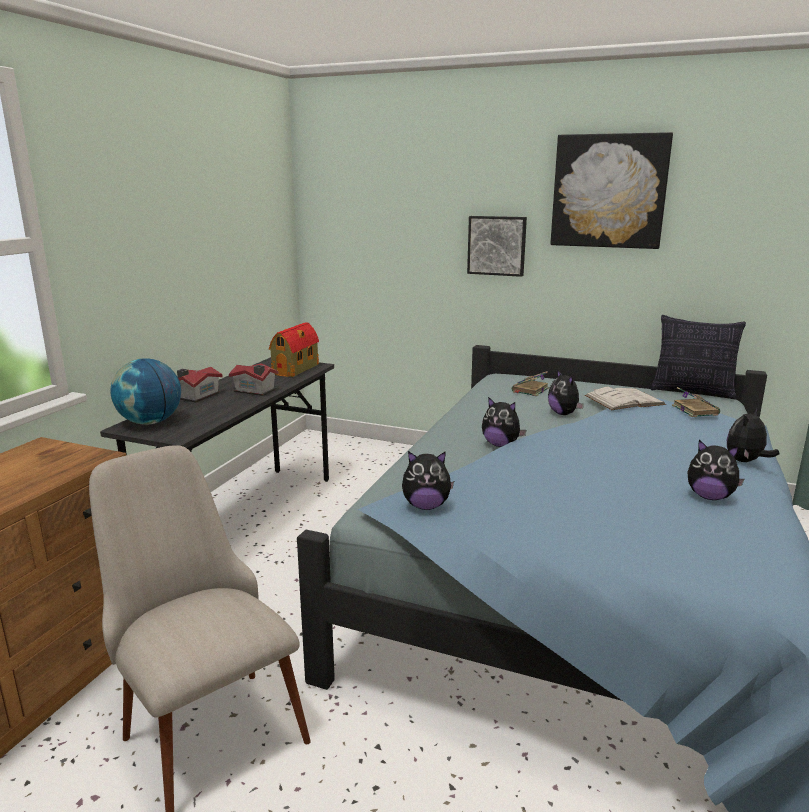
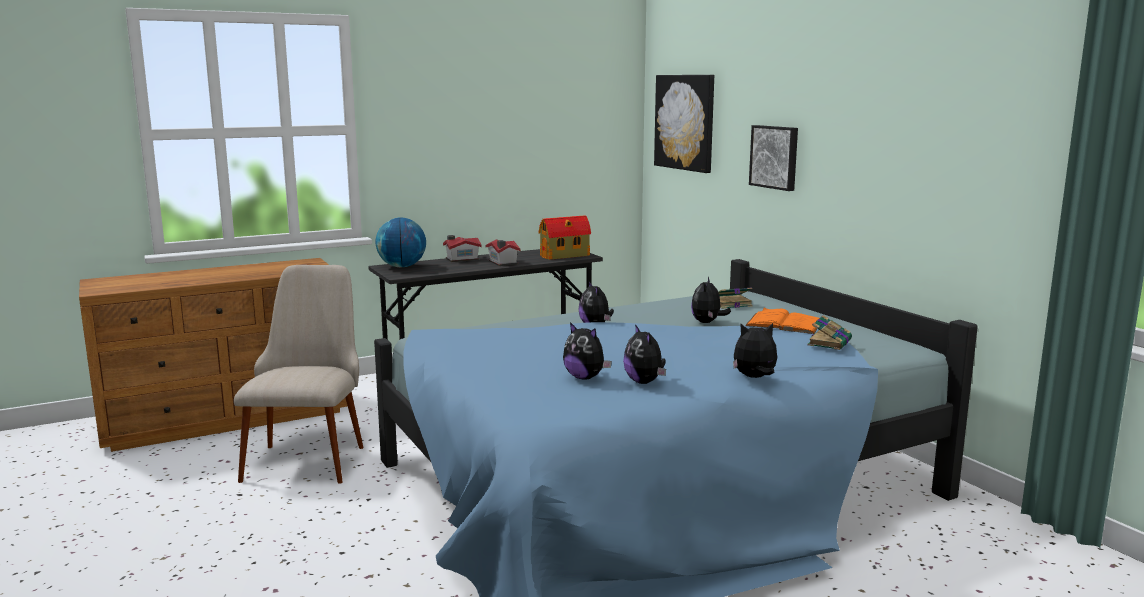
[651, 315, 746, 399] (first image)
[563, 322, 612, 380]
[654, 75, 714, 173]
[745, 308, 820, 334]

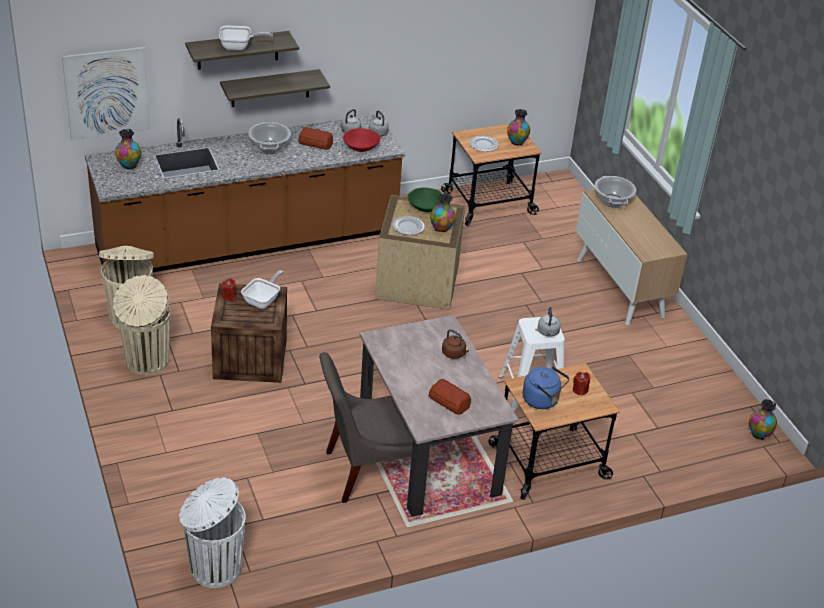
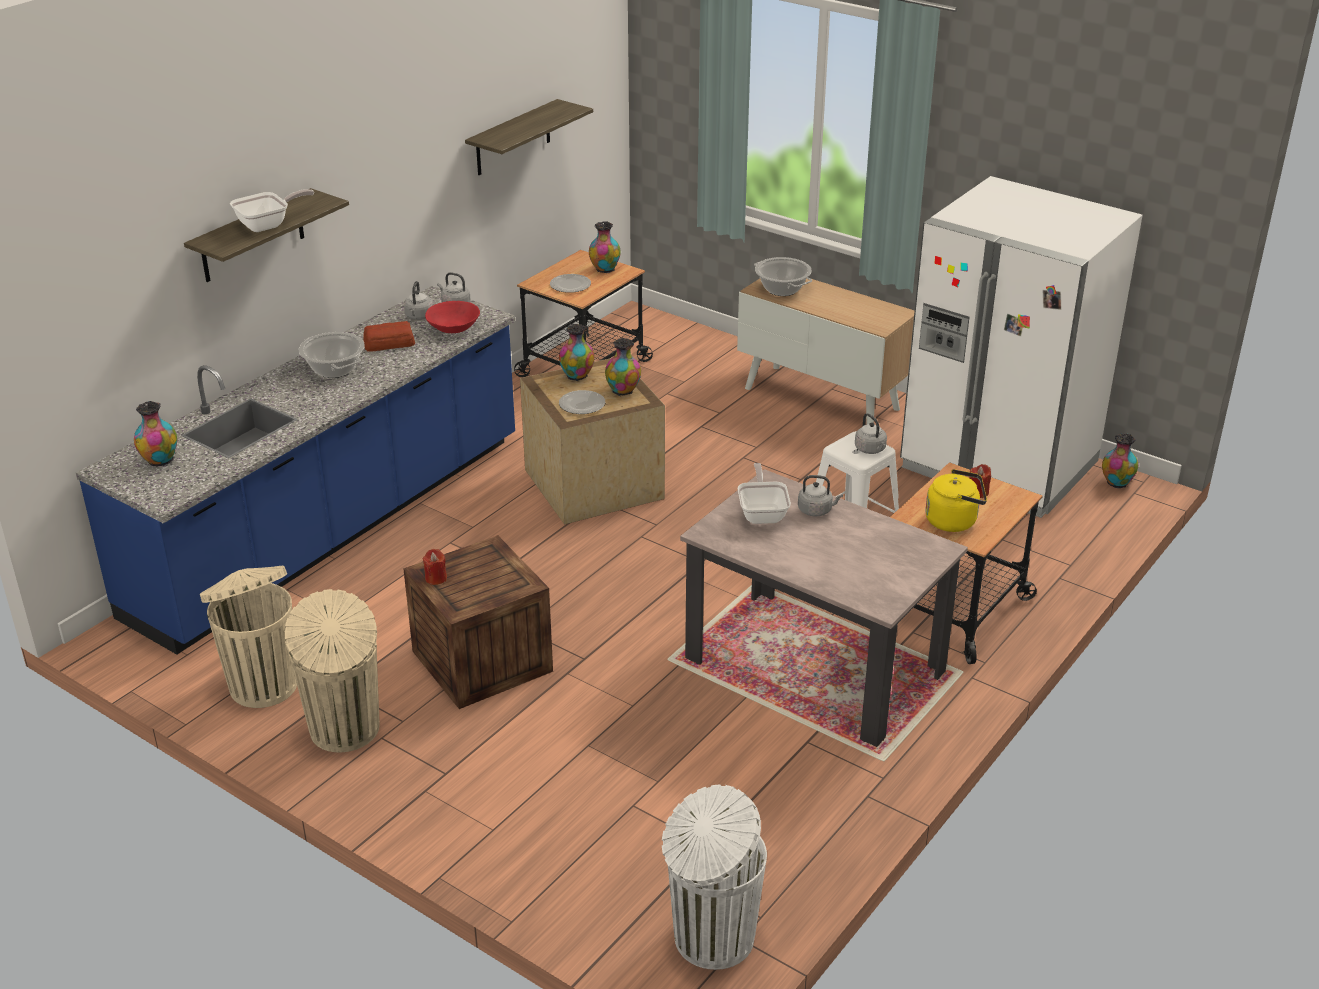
[62, 47, 151, 140] (first image)
[319, 352, 413, 503] (first image)
[429, 379, 471, 415] (first image)
[900, 176, 1143, 518]
[465, 99, 593, 175]
[738, 463, 791, 524]
[559, 324, 595, 381]
[76, 286, 515, 655]
[798, 475, 843, 516]
[925, 469, 987, 532]

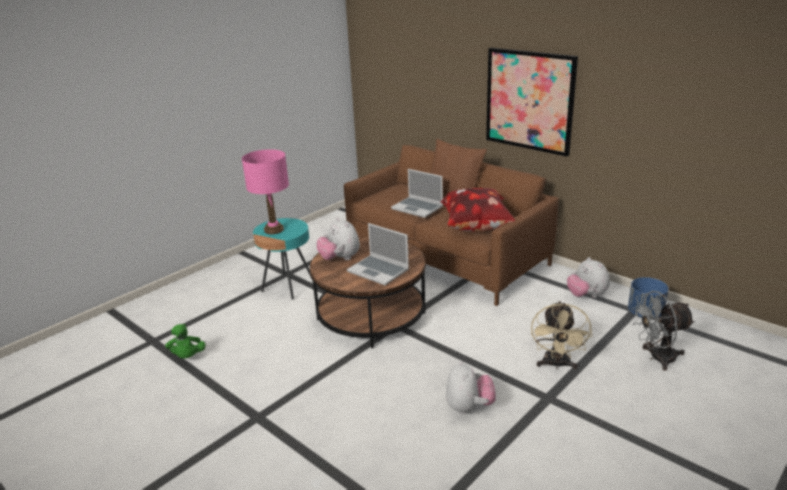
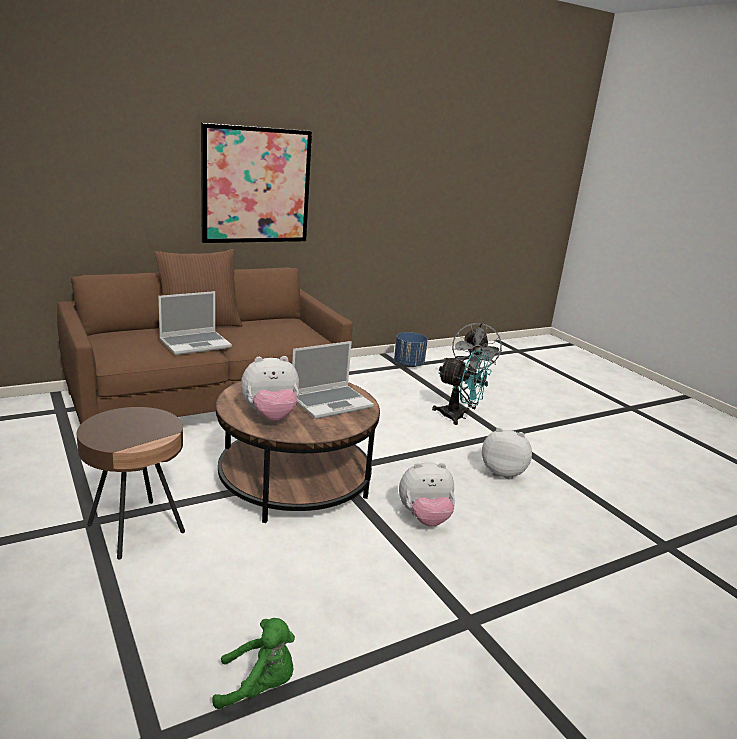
[242, 149, 289, 234] (first image)
[441, 188, 515, 231] (first image)
[399, 462, 455, 527]
[77, 407, 185, 559]
[432, 350, 492, 425]

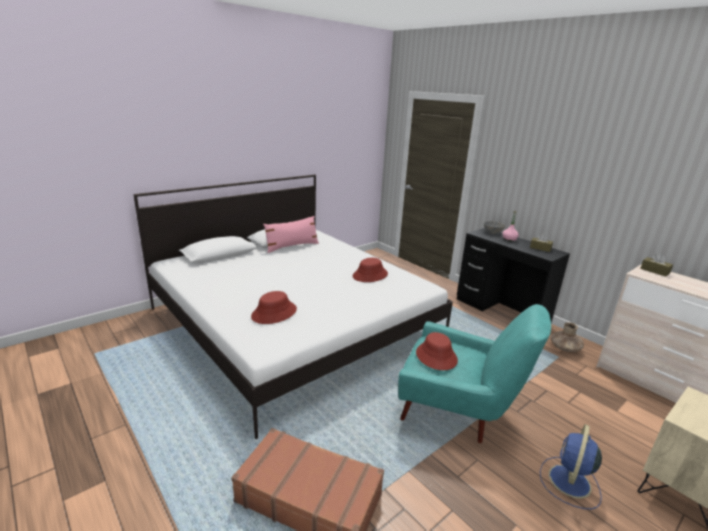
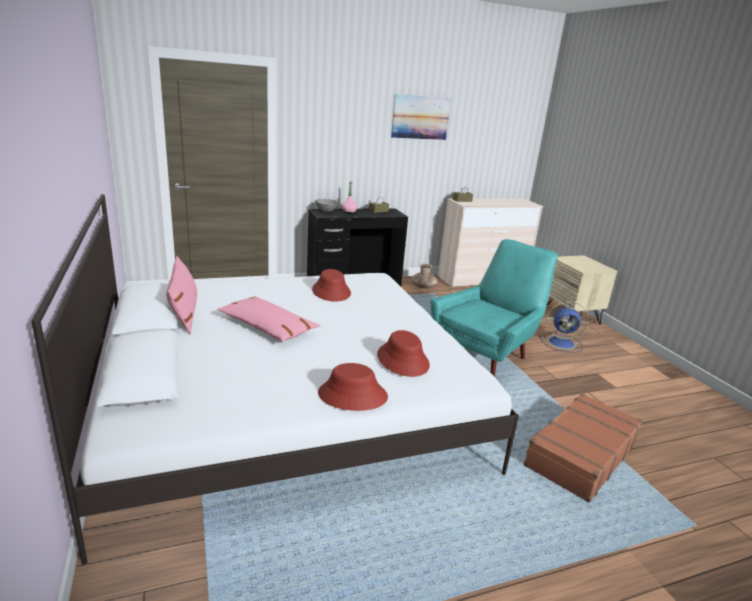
[218, 296, 321, 341]
[391, 94, 451, 140]
[318, 363, 388, 411]
[539, 301, 589, 353]

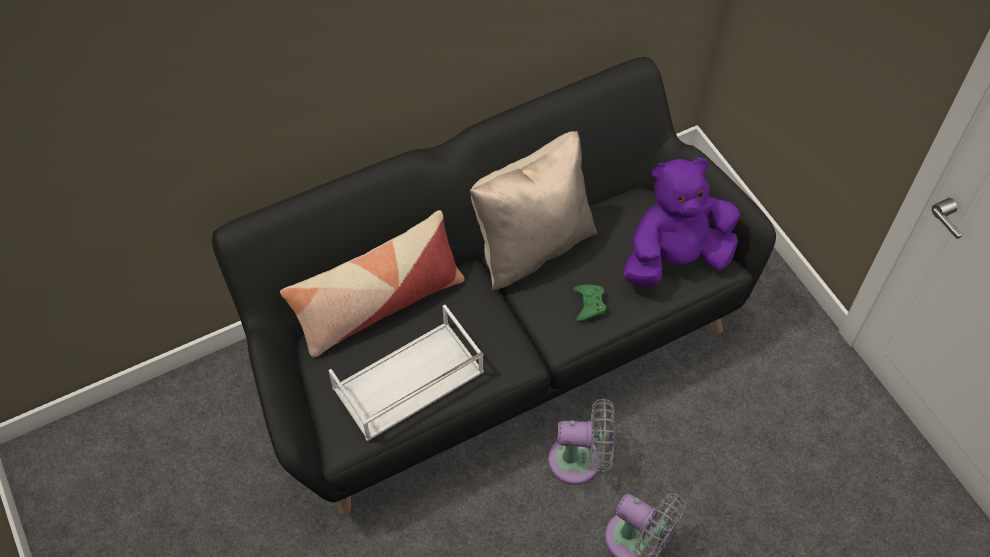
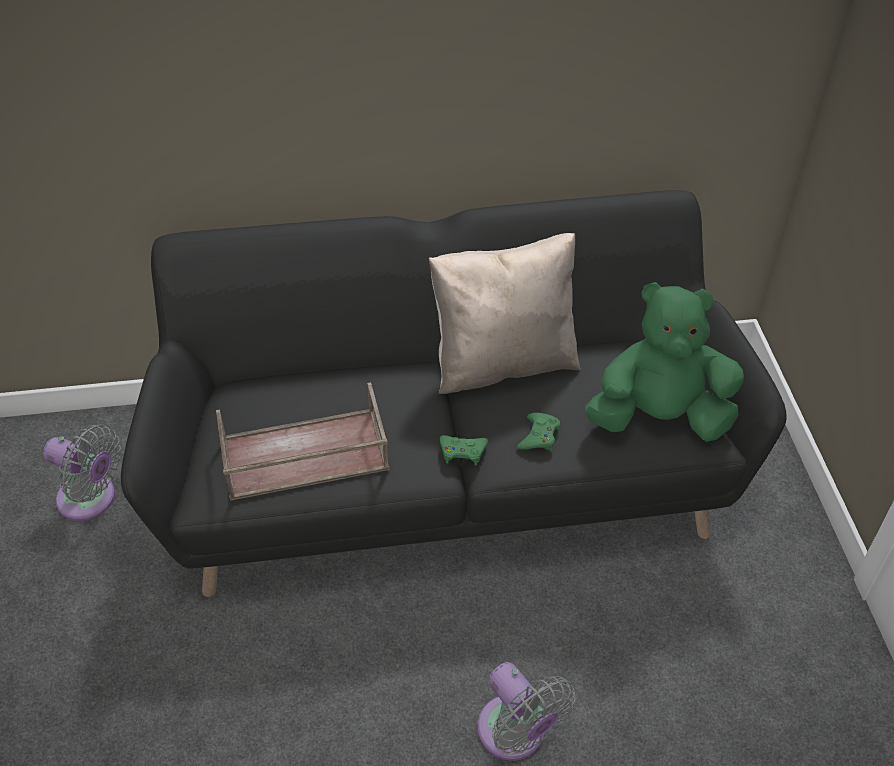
[280, 210, 465, 357] (first image)
[440, 435, 488, 465]
[43, 425, 121, 521]
[216, 382, 390, 501]
[585, 282, 744, 442]

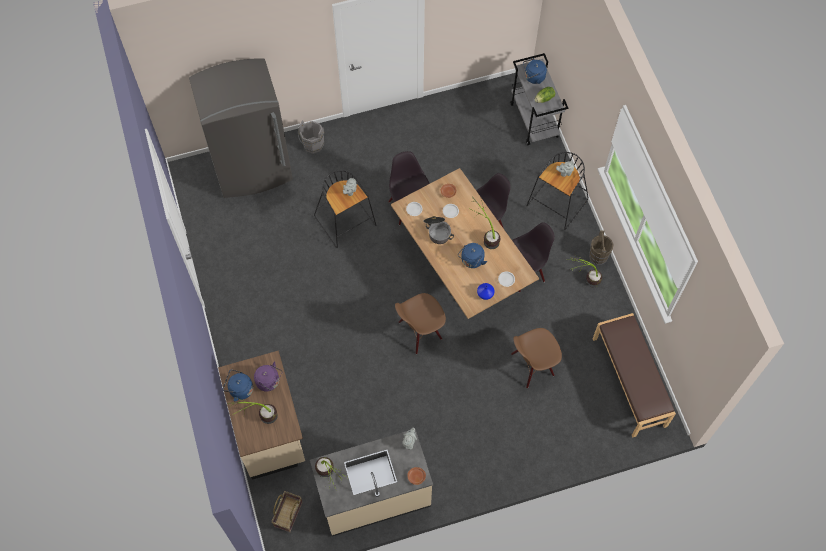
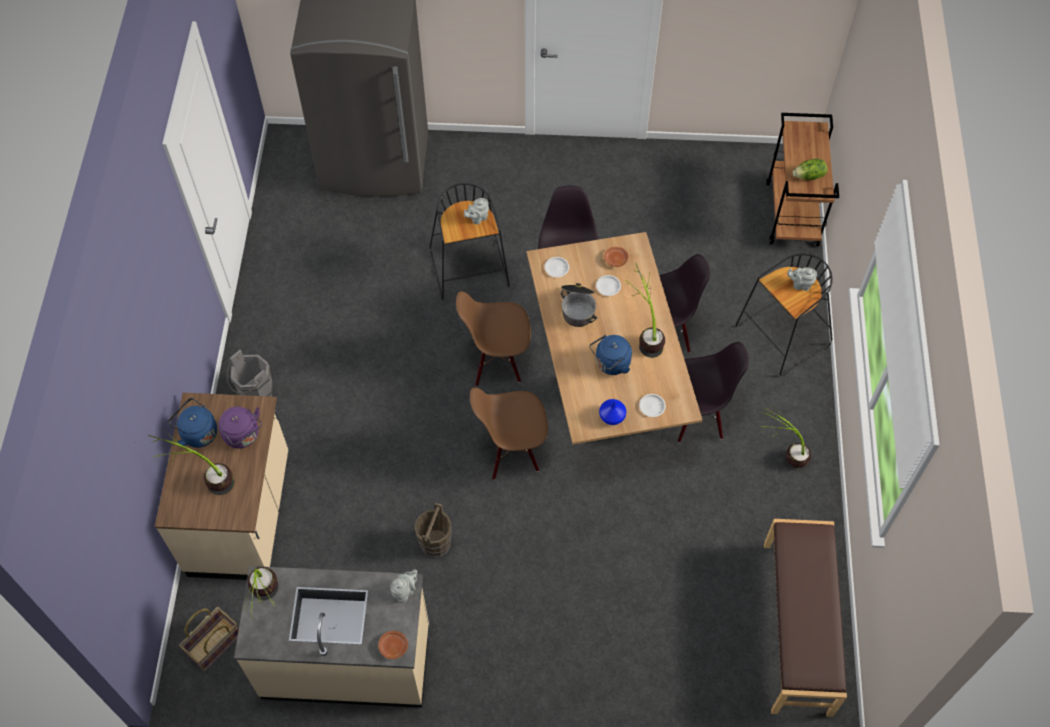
[523, 58, 547, 84] (first image)
[227, 350, 273, 397]
[456, 291, 531, 387]
[414, 503, 452, 558]
[766, 113, 839, 246]

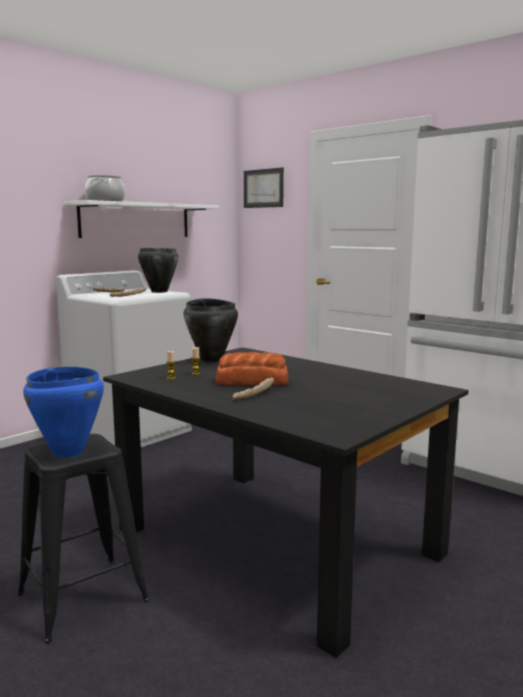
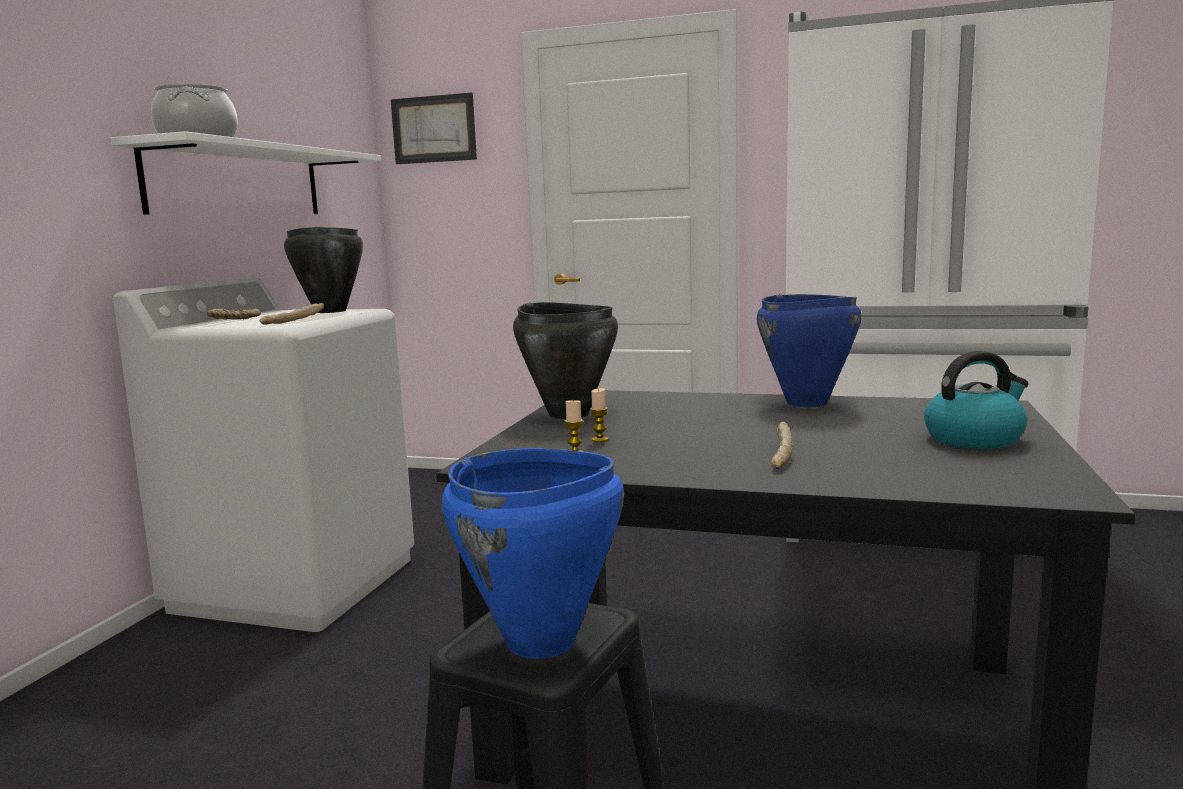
[216, 352, 289, 386] (first image)
[757, 294, 862, 407]
[924, 351, 1029, 449]

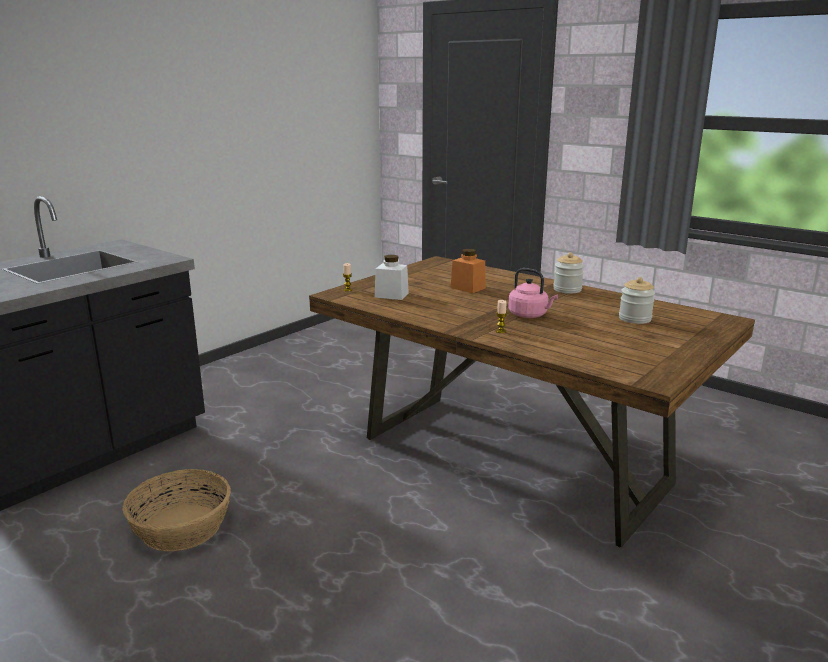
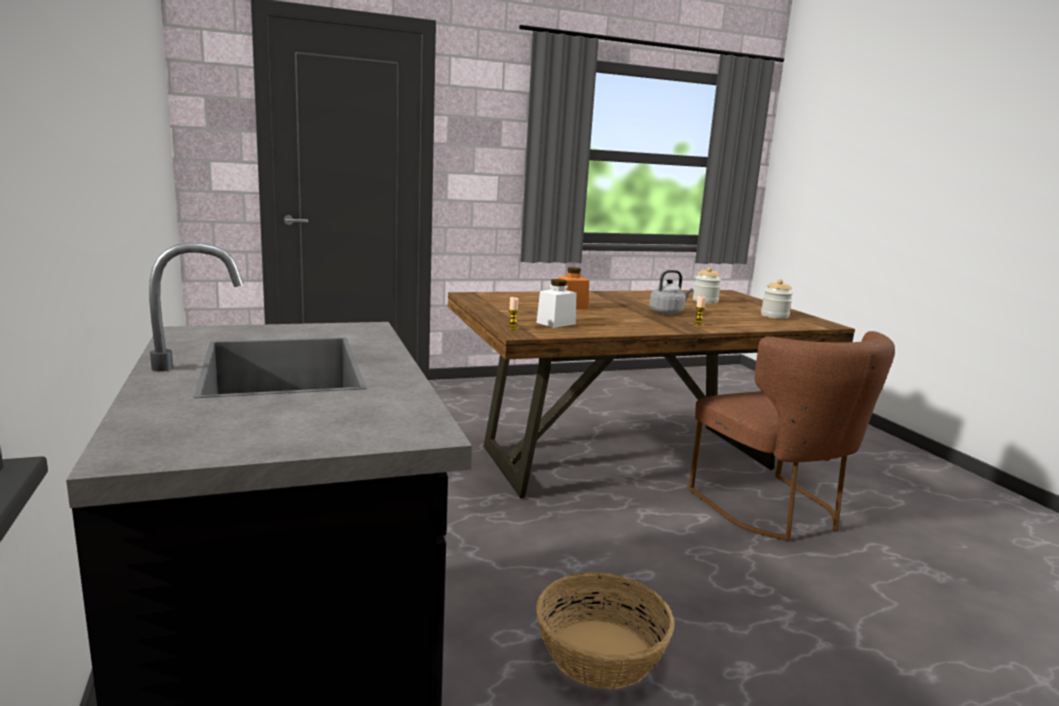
[689, 331, 895, 541]
[761, 279, 793, 319]
[649, 270, 693, 314]

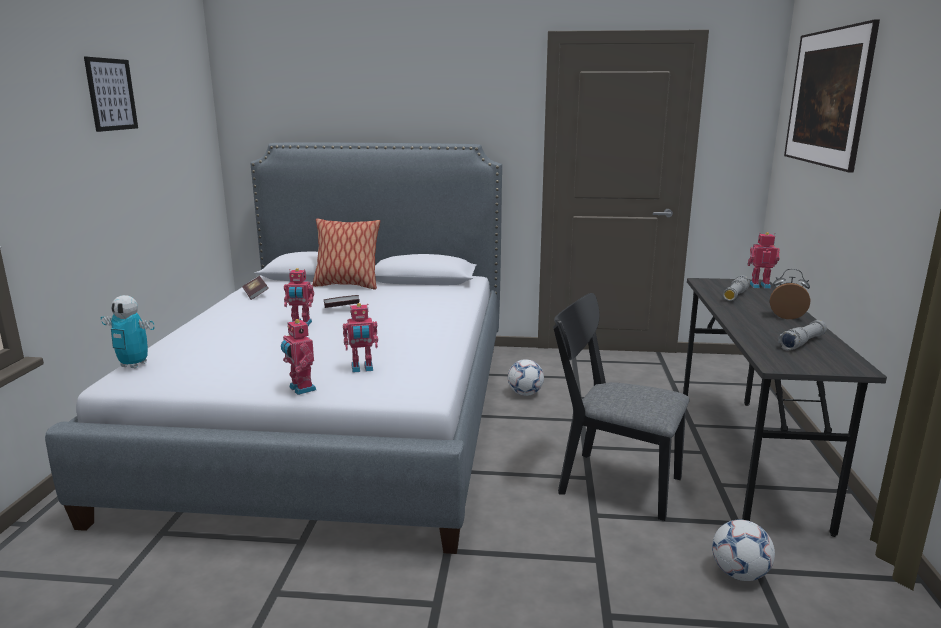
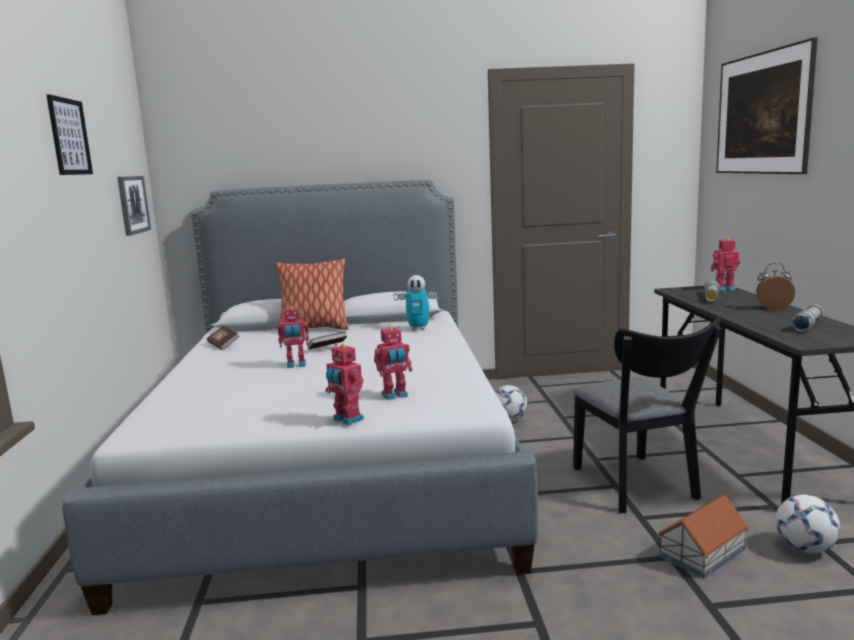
[117, 176, 151, 236]
[657, 495, 749, 578]
[394, 275, 441, 330]
[573, 317, 721, 513]

